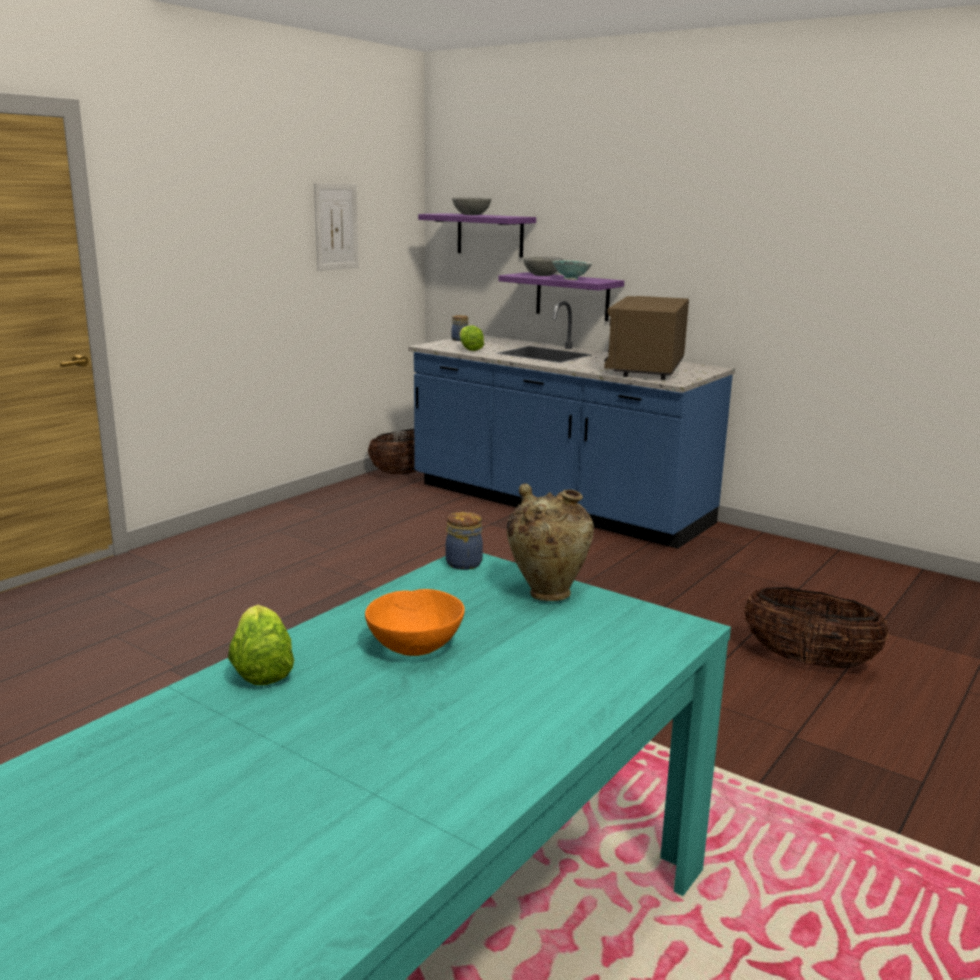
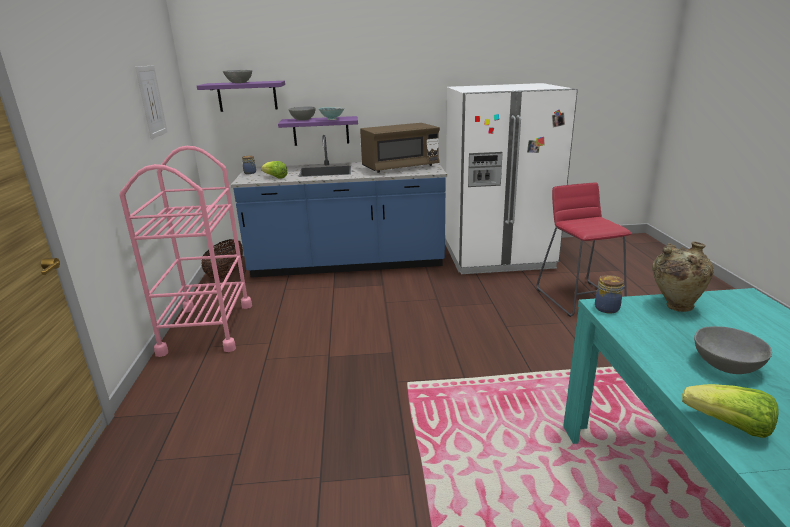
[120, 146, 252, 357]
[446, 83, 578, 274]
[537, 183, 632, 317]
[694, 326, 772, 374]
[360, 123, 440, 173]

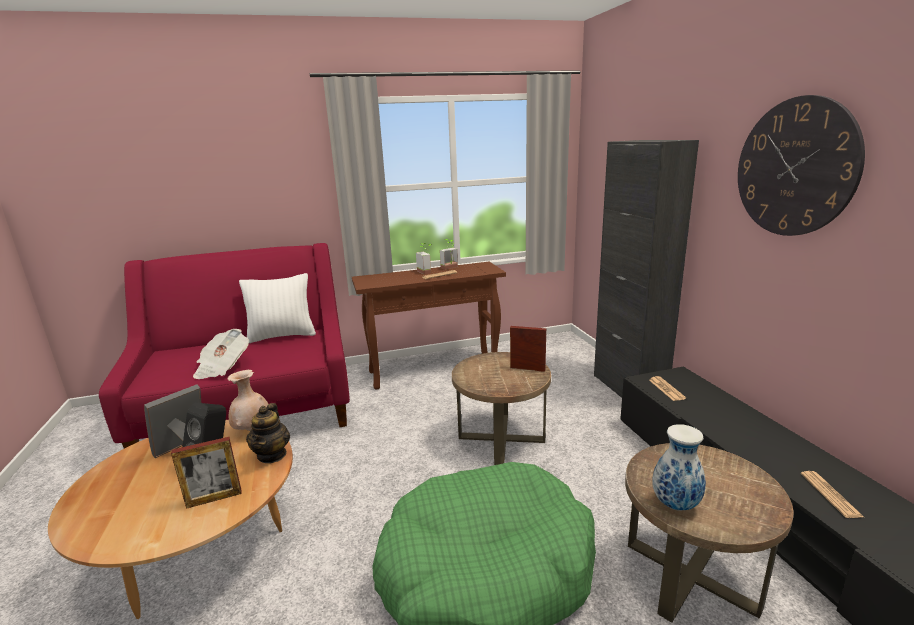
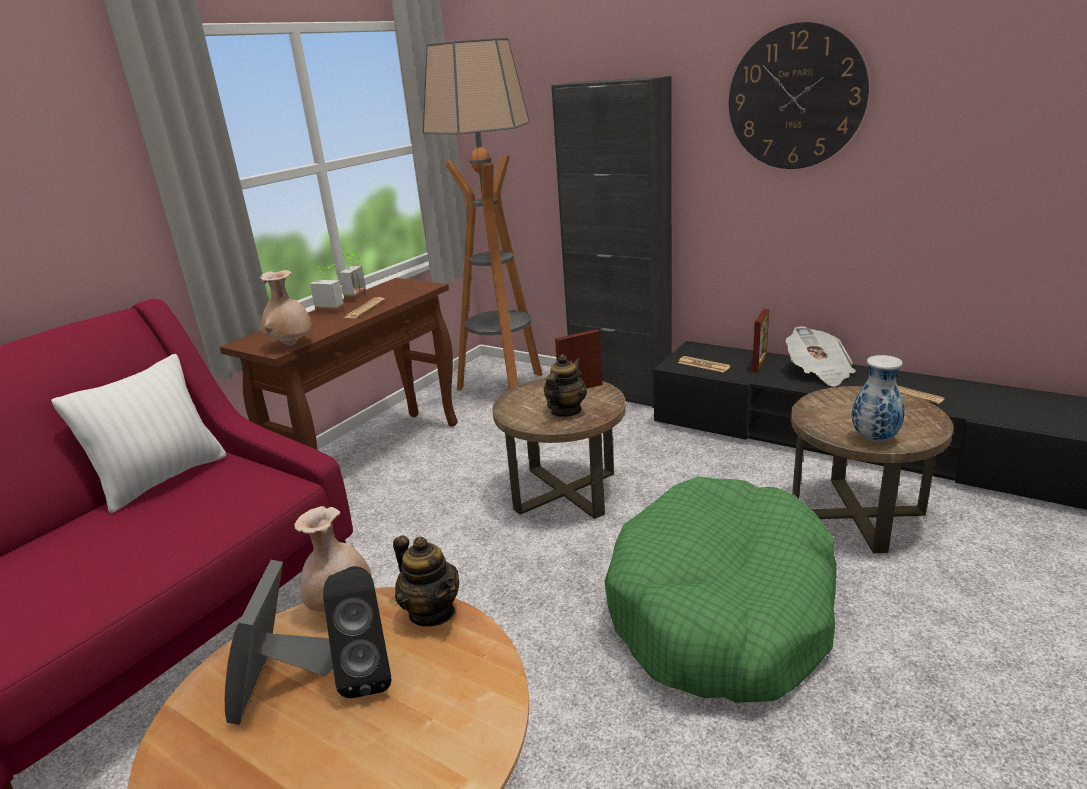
[260, 270, 312, 346]
[423, 38, 543, 391]
[544, 354, 587, 417]
[752, 309, 769, 372]
[785, 326, 856, 387]

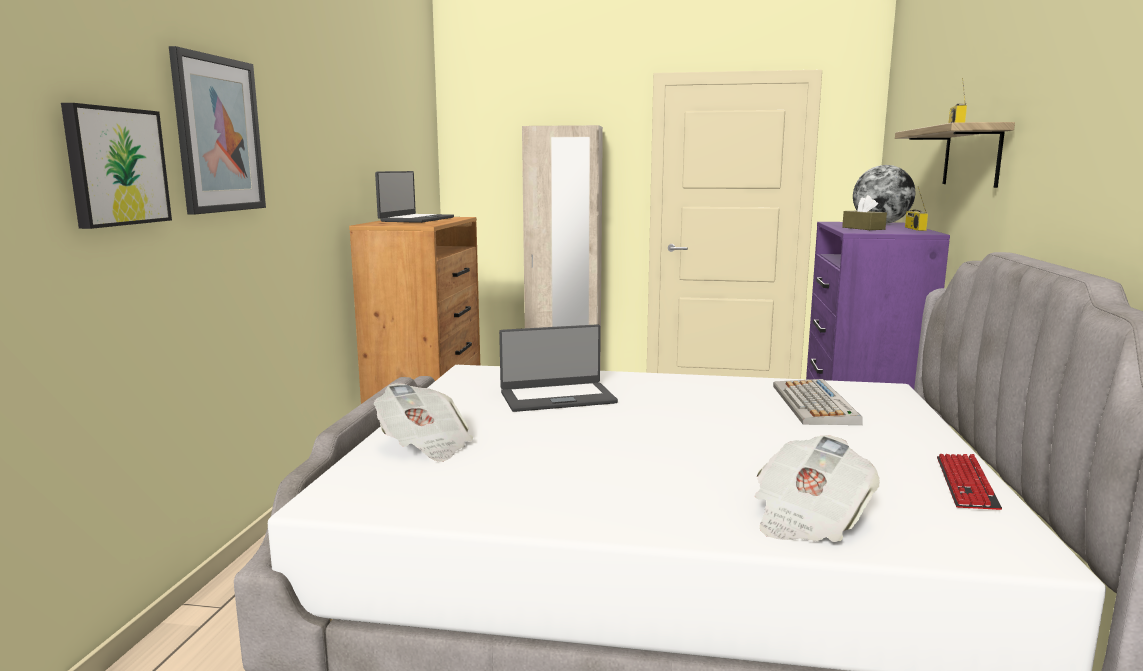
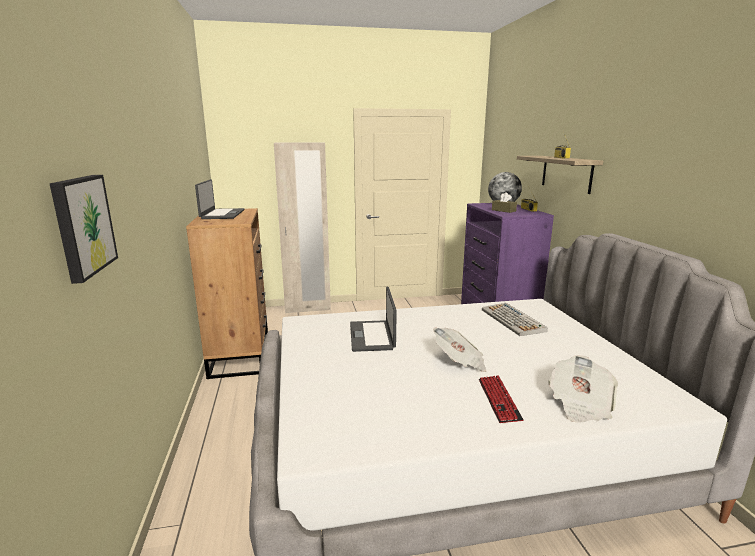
[169, 46, 266, 215] (first image)
[433, 327, 487, 372]
[479, 375, 524, 423]
[350, 287, 397, 352]

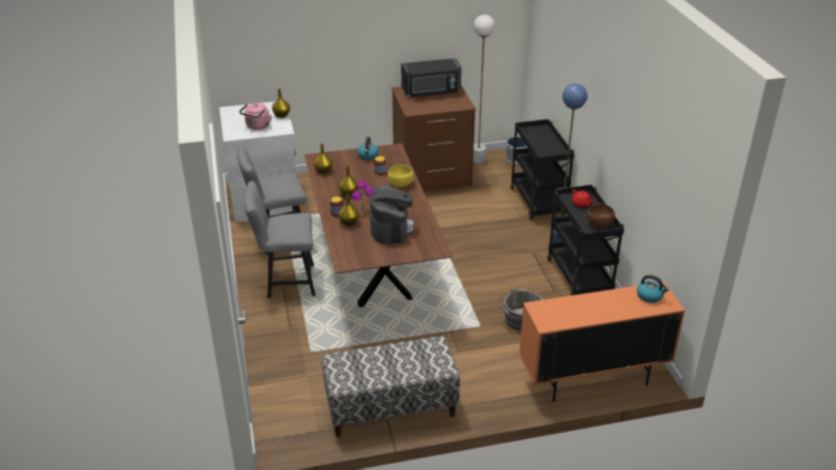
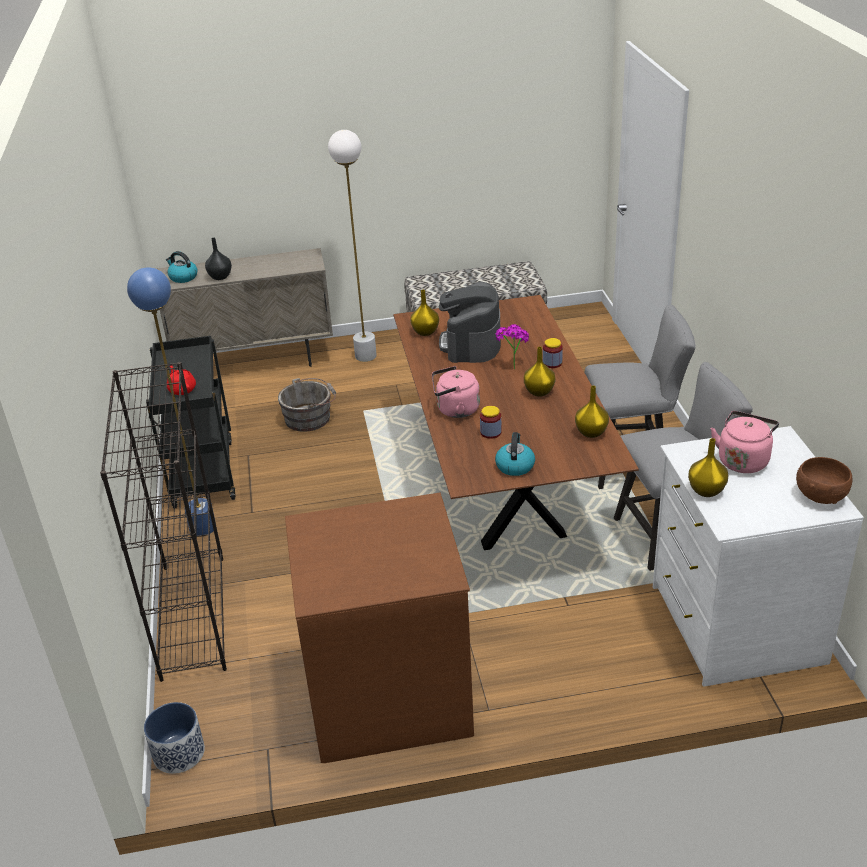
[401, 58, 461, 97] (first image)
[205, 238, 232, 280]
[410, 290, 439, 336]
[328, 130, 377, 362]
[796, 457, 852, 504]
[432, 366, 480, 418]
[100, 362, 227, 682]
[157, 248, 333, 367]

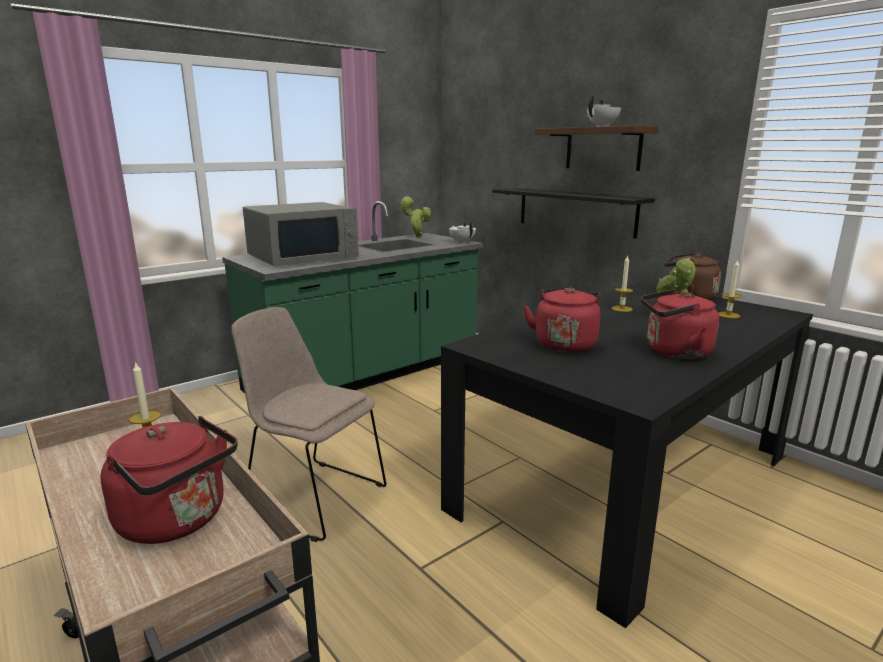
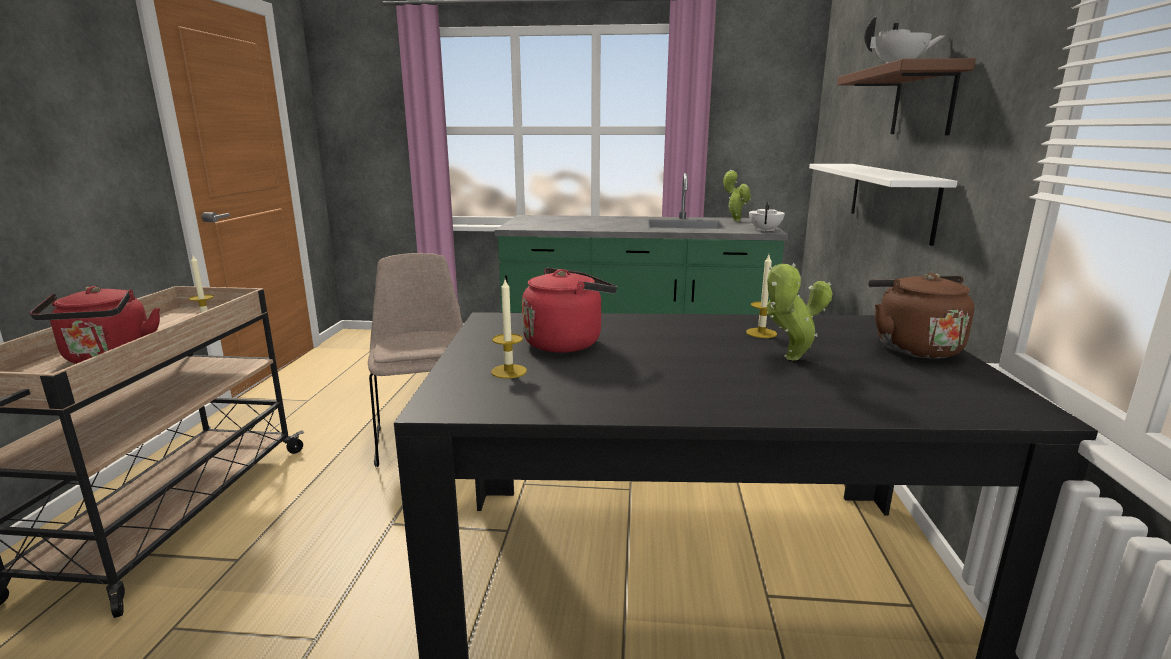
[243, 202, 359, 266] (first image)
[641, 289, 719, 359] (first image)
[491, 280, 527, 379]
[809, 164, 957, 246]

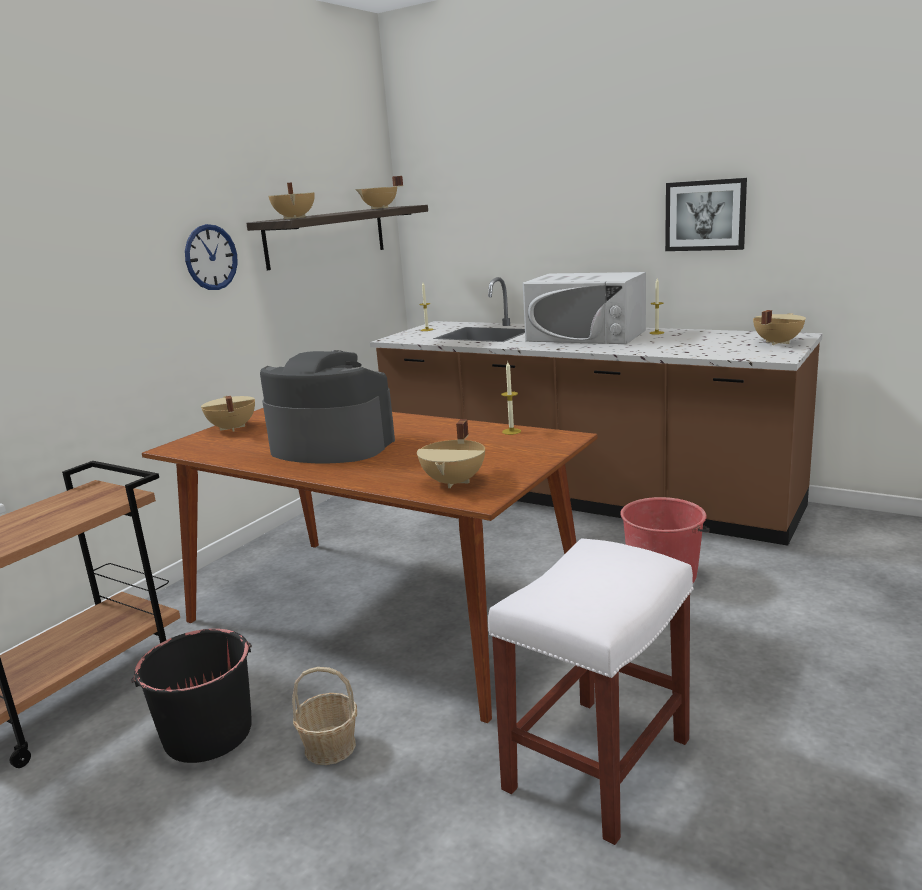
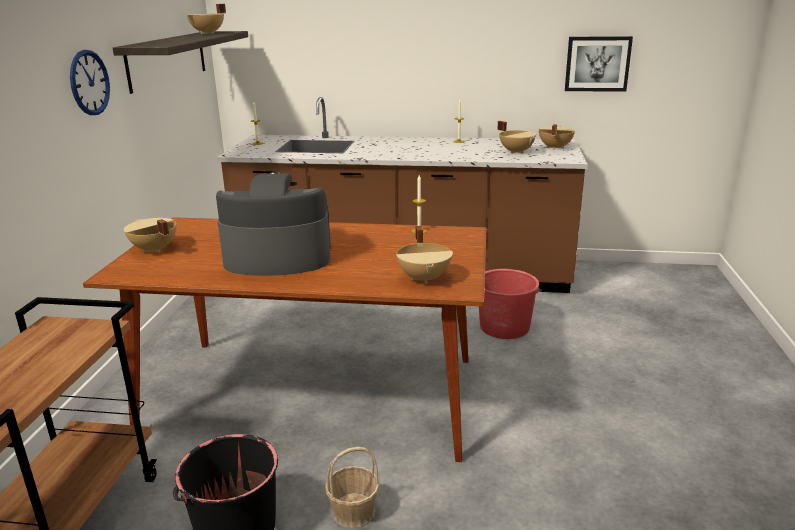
[488, 538, 694, 845] (first image)
[523, 272, 646, 344] (first image)
[498, 121, 536, 154]
[565, 36, 633, 92]

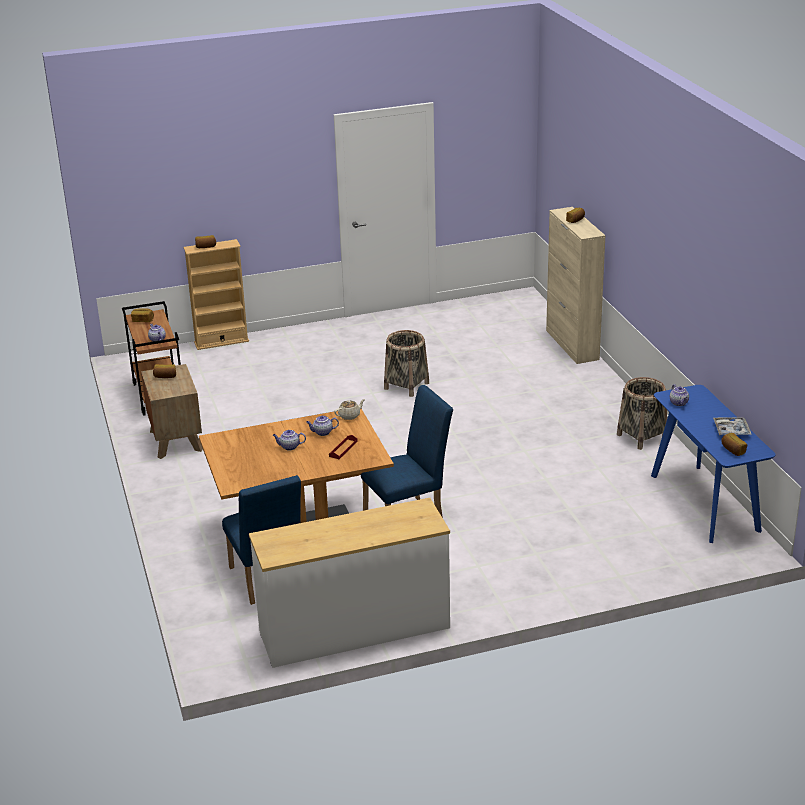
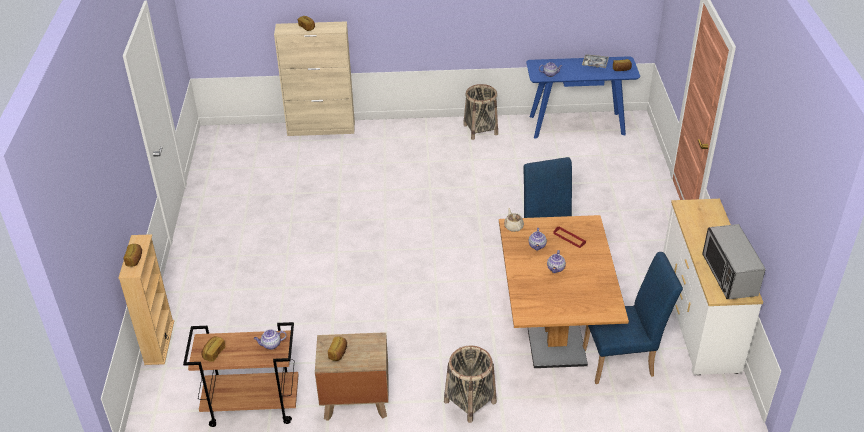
[702, 224, 766, 299]
[444, 346, 497, 423]

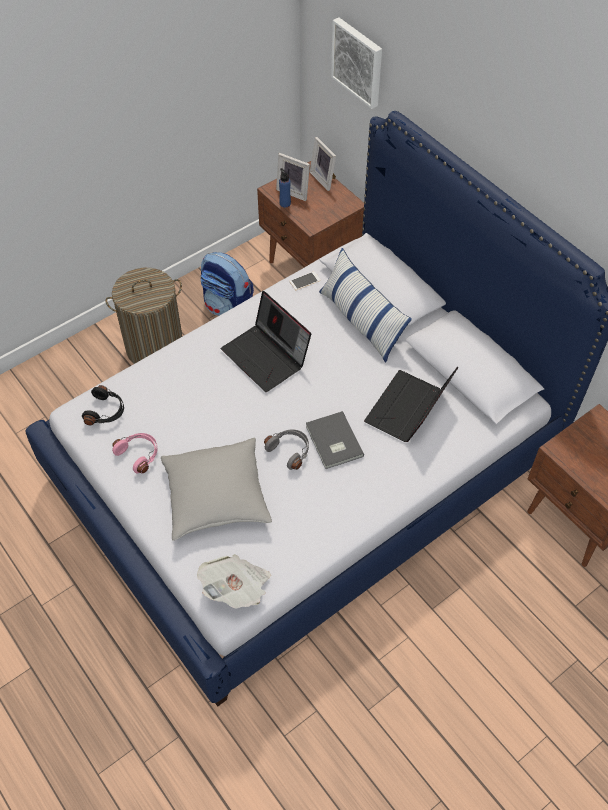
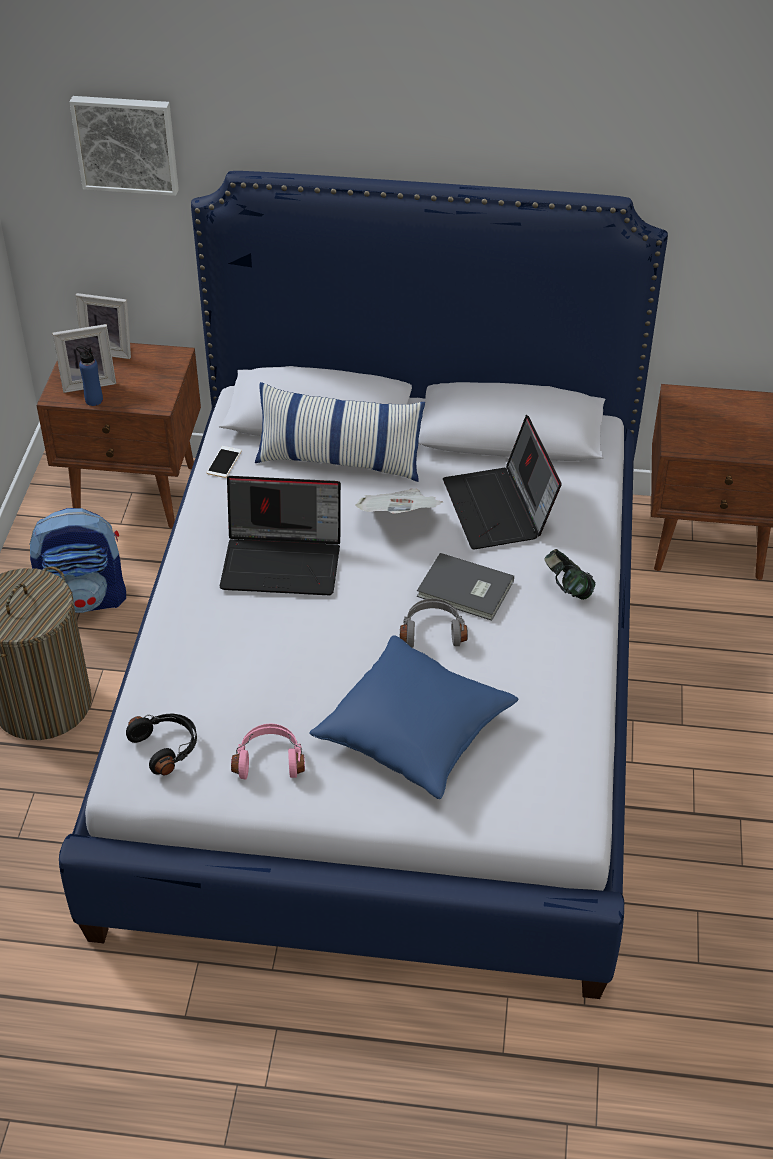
[544, 549, 596, 600]
[356, 489, 443, 514]
[309, 635, 518, 799]

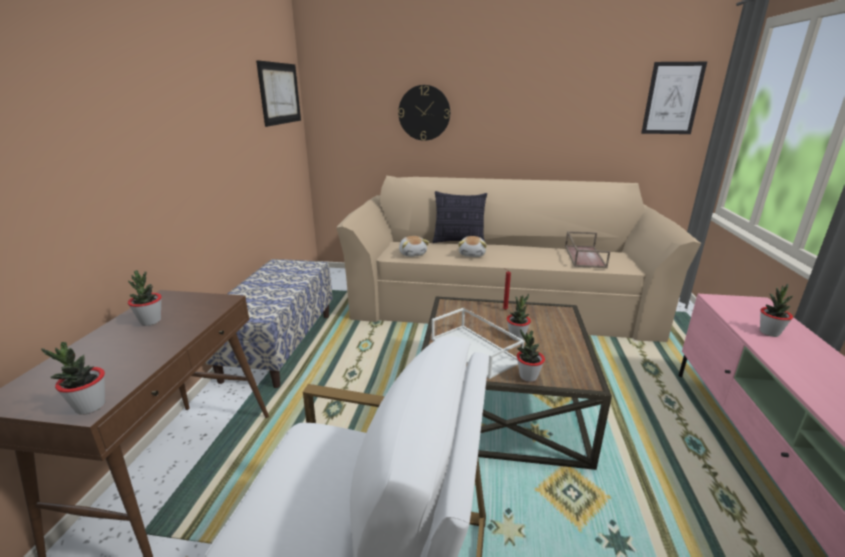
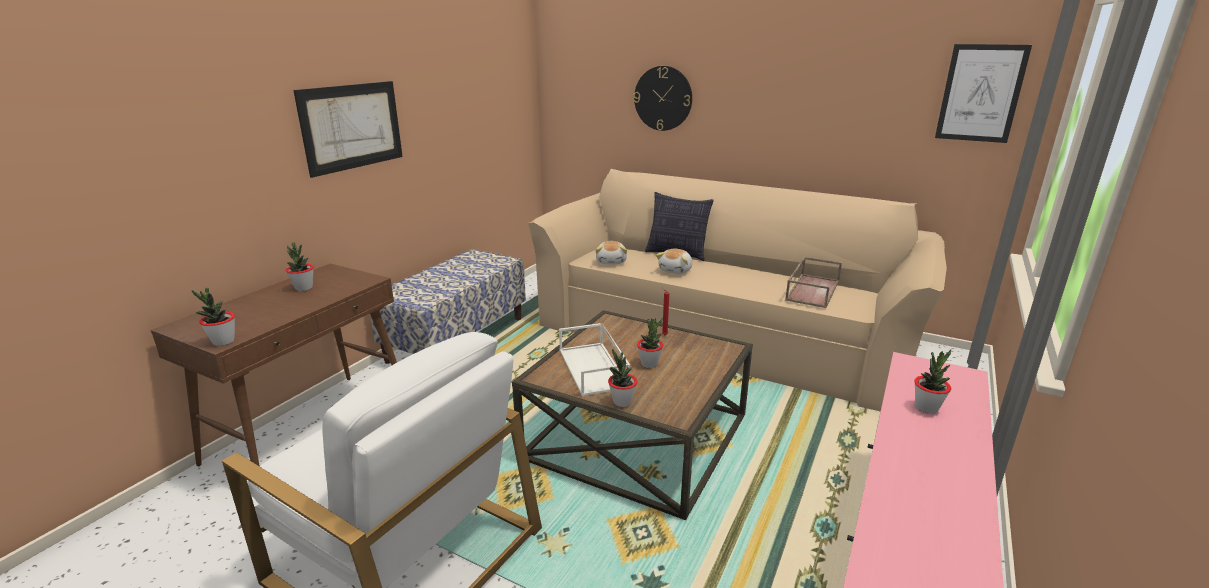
[293, 81, 403, 178]

